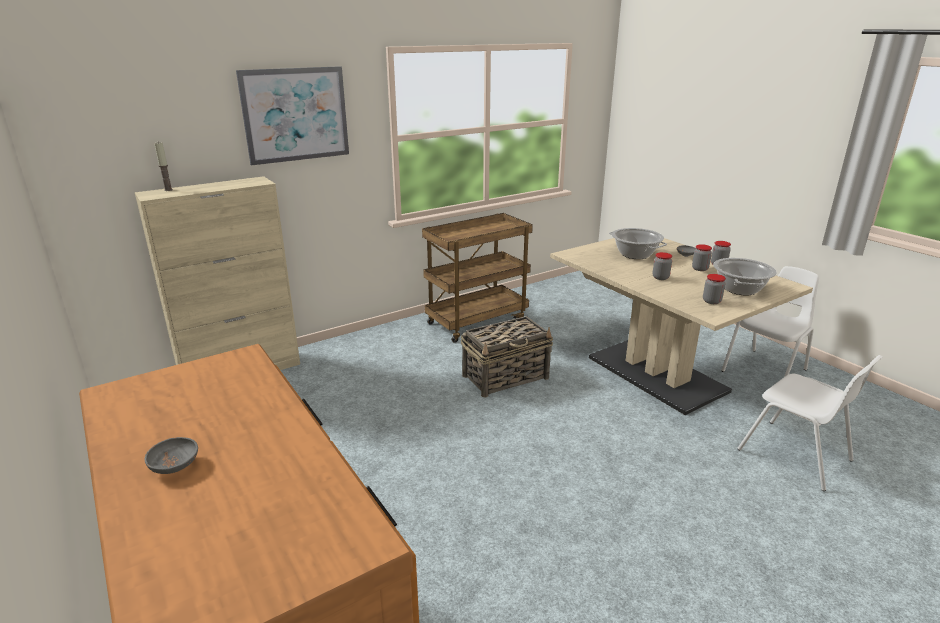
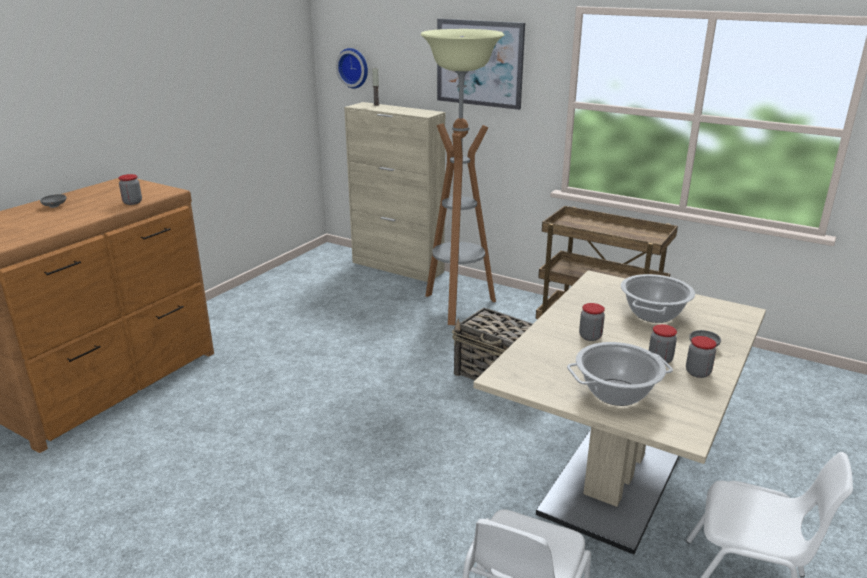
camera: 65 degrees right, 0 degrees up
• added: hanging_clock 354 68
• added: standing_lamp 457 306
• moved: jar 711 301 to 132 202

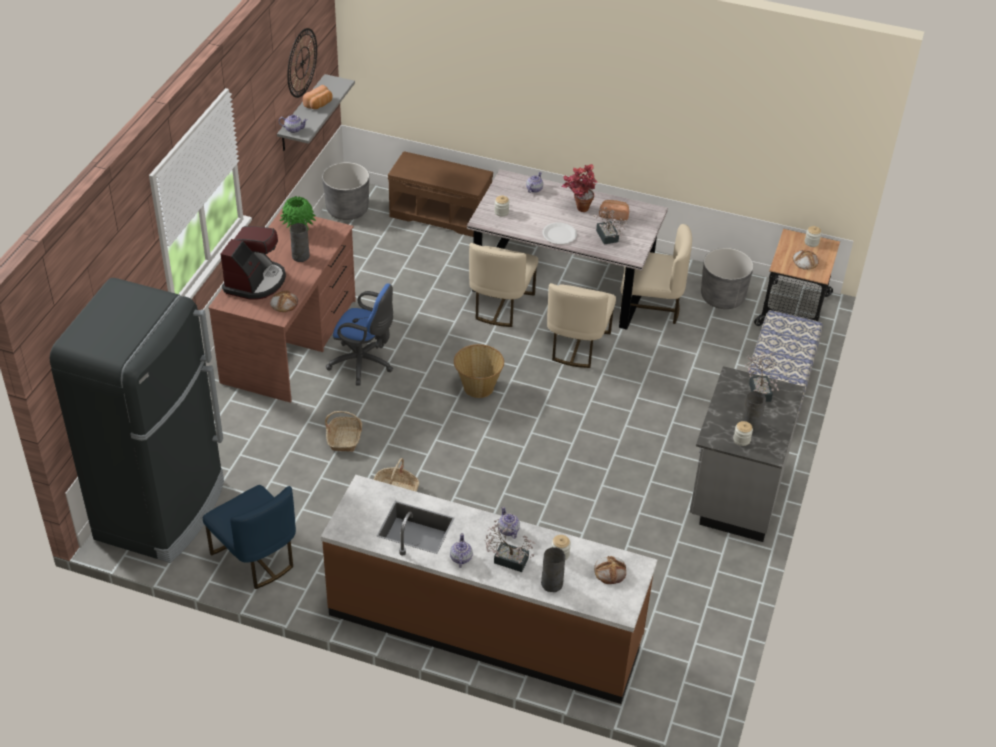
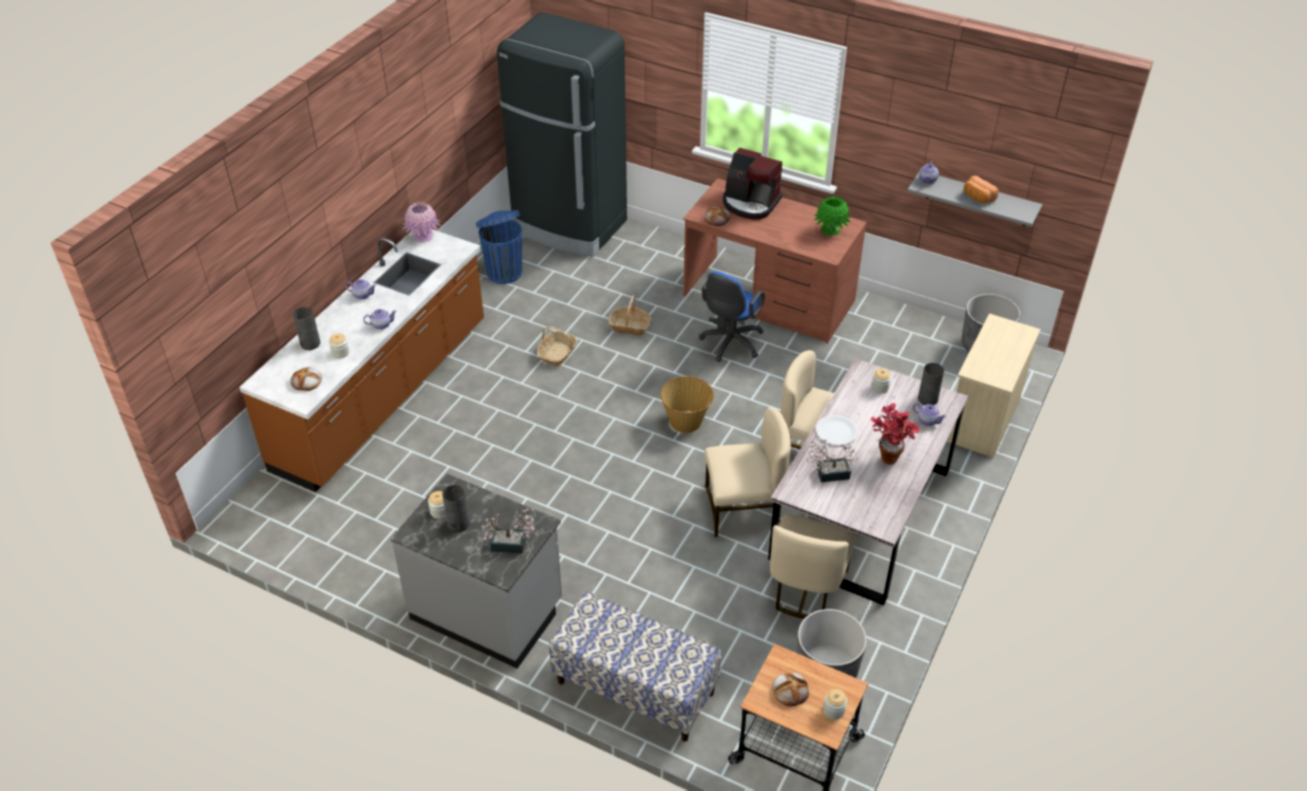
camera: 100 degrees right, 0 degrees up
• removed: hanging_clock 302 63
• removed: potted_plant 507 559
• removed: bakery_bread 614 215
• added: pink-coloured_vase 423 237
• moved: grey_vase 300 256 to 927 399
• replaced: blue_plain_chair 256 558 to blue_rubbish_bin 503 272
• replaced: brownish_bench 441 214 to beige-coloured_drawer_chest 983 419
• turned: beige-coloured_plain_chair 576 345 = 743 508 150 degrees clockwise

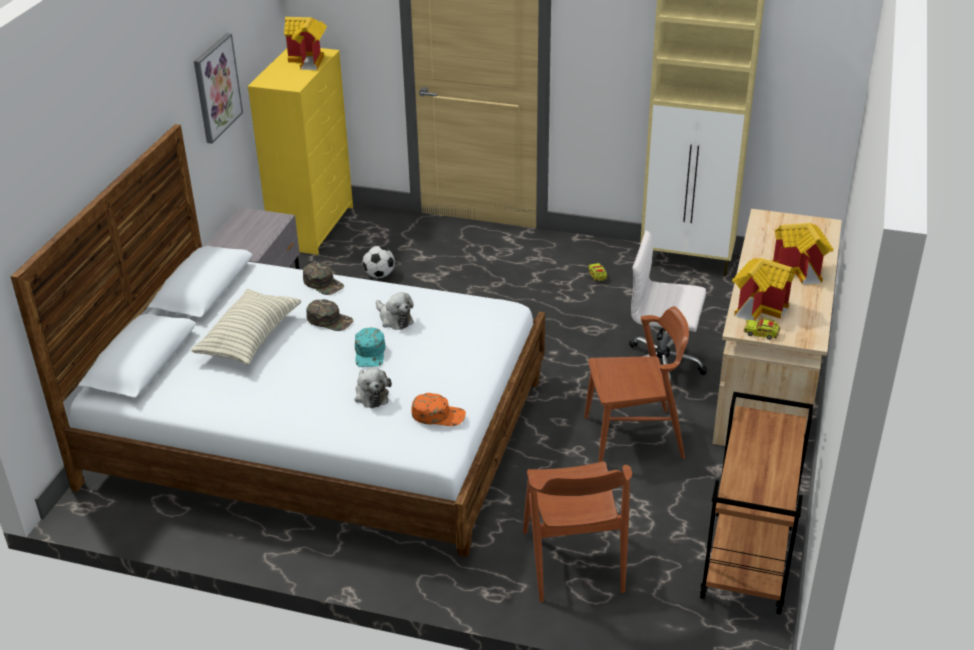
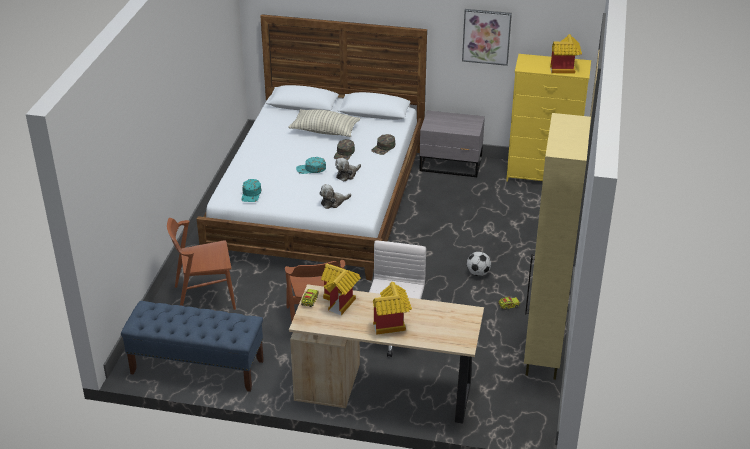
camera: 85 degrees right, 0 degrees up
• moved: cuddly_toy 371 395 to 333 202
• moved: ball_for_football 379 275 to 478 273
• replaced: brownish_wheeled_cart 748 562 to blue_bench 197 367
• recoloured: orange-coloured_baseball_cap 438 415 to turquoise-coloured_baseball_cap 251 194

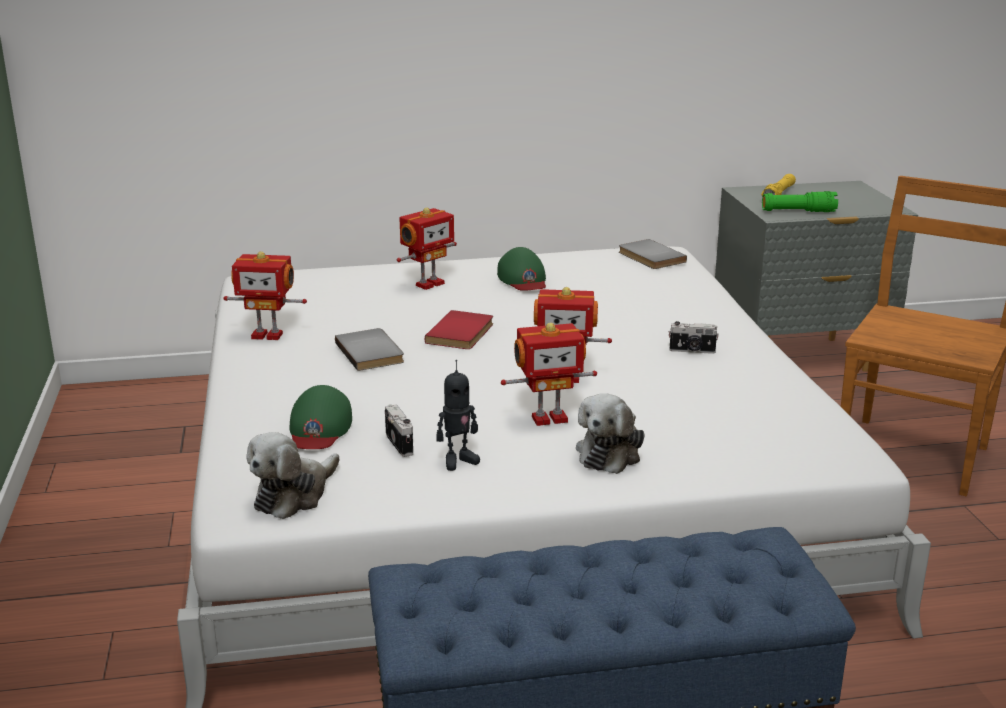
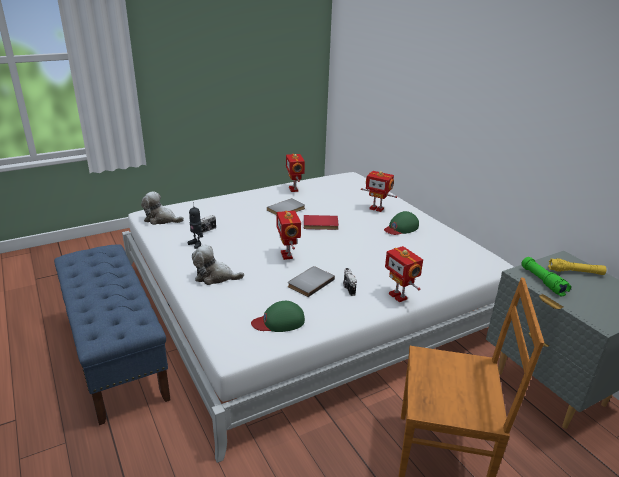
camera: 70 degrees right, 5 degrees up
• moved: green-coloured_baseball_cap 319 428 to 279 321
• moved: robot_figure 549 418 to 399 296
• moved: grey_bound_book 649 257 to 309 282

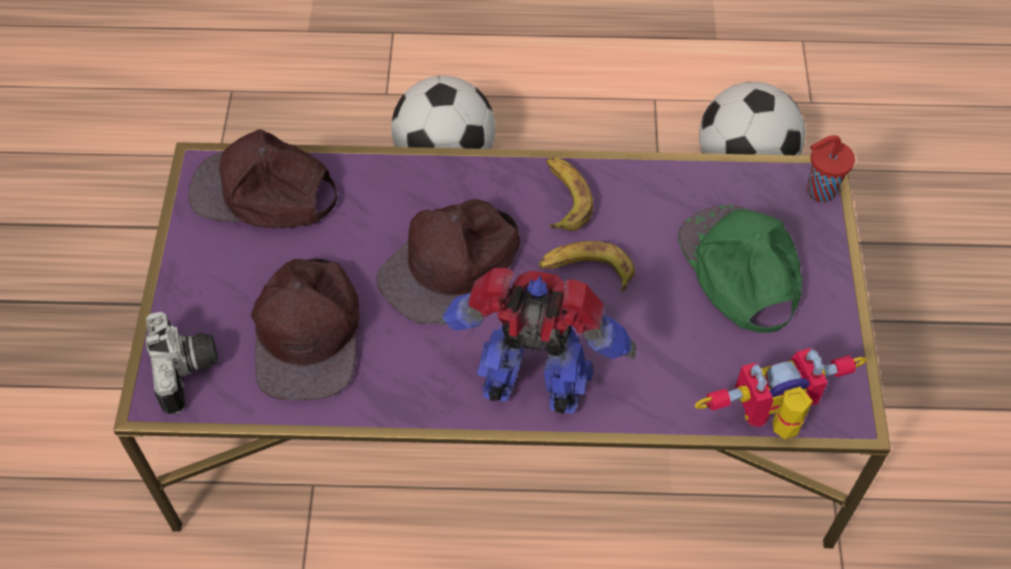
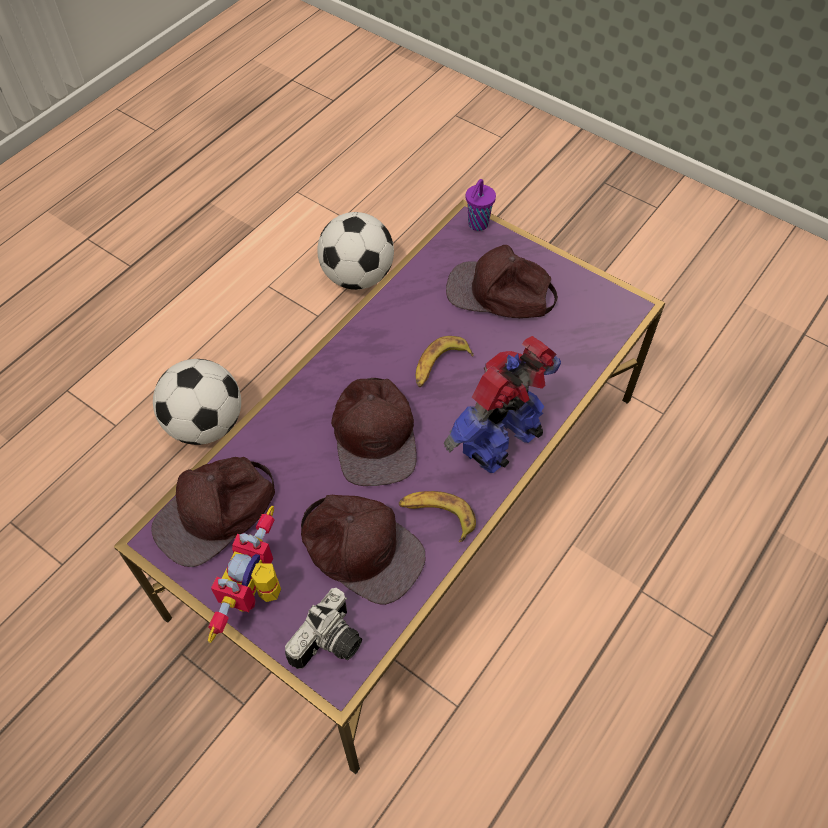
camera: 55 degrees left, 0 degrees up
• moved: banana 563 198 to 437 516
• moved: robot_figure 774 420 to 258 593
• recoloured: green-coloured_baseball_cap 739 270 to brownish_baseball_cap 500 293
• recoloured: red-coloured_drinking_cup 818 191 to purplish_drinking_cup 477 225
• turned: still_camera 189 370 = 331 644 105 degrees clockwise

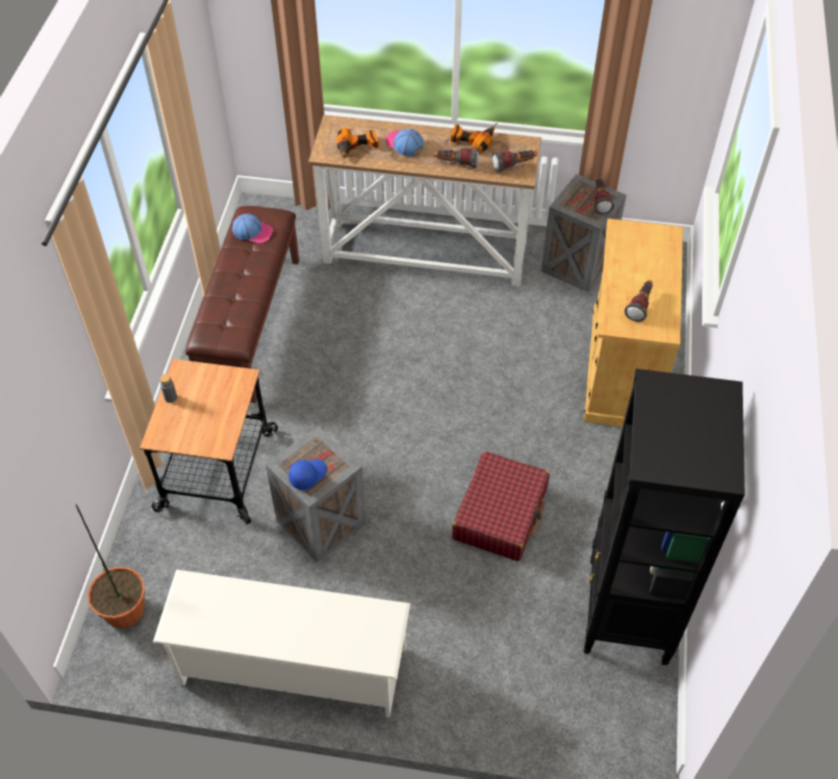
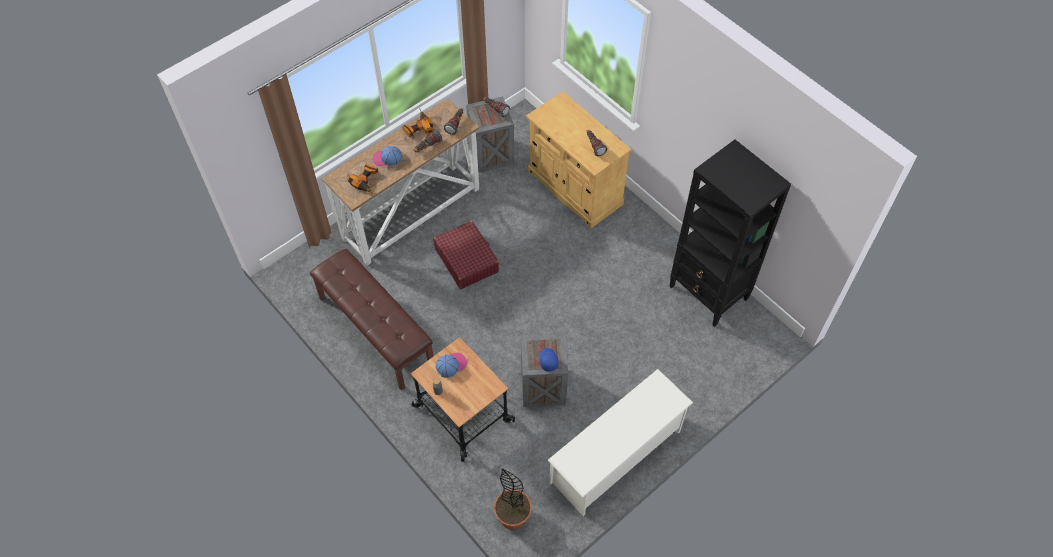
camera: 50 degrees left, 5 degrees up
• moved: baseball_cap 253 232 to 451 365
• moved: red-coloured_piece_of_luggage 500 514 to 466 260

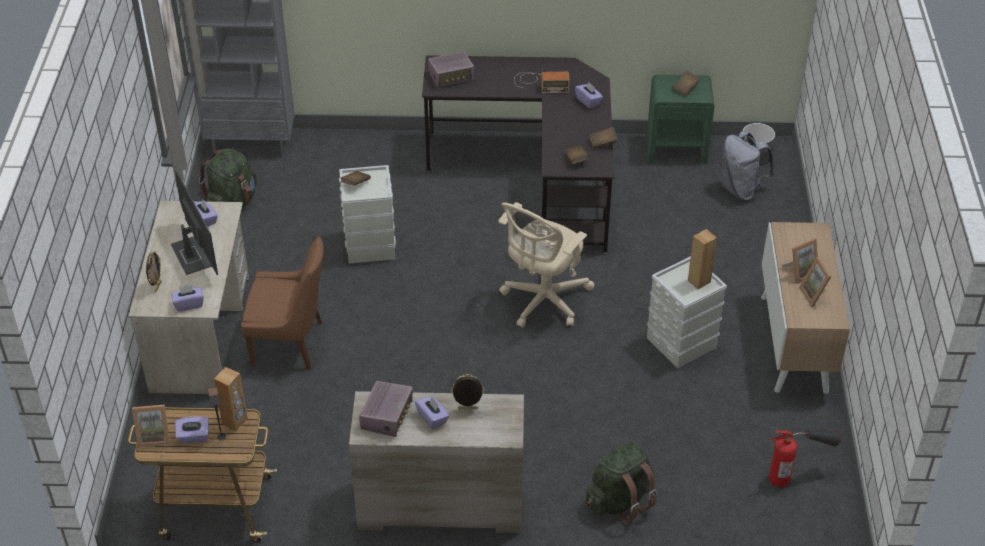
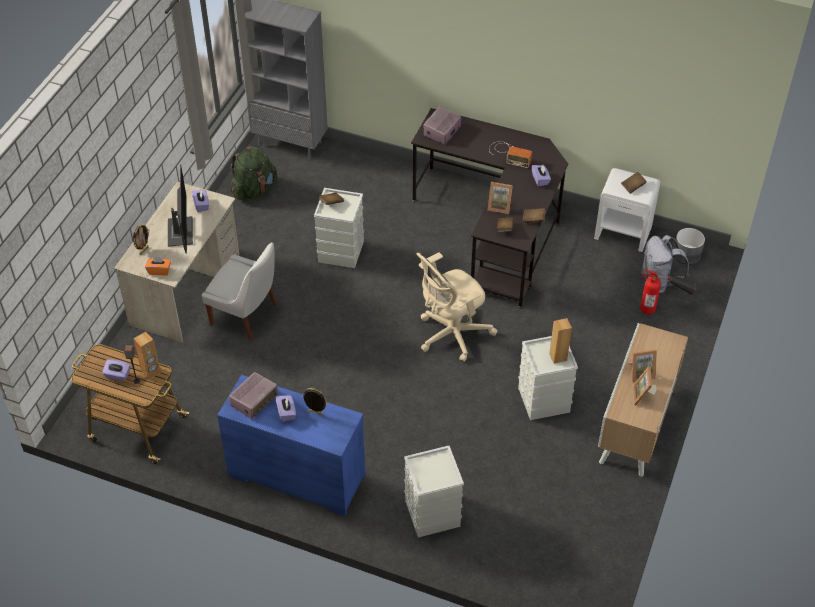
camera: 20 degrees right, 5 degrees up
• moved: photo_frame 154 436 to 499 206
• moved: fire_extinguisher 797 474 to 662 309
• replaced: green-coloured_backpack 620 501 to grey_storage_box 432 514
• recoloured: purplish_box_of_tissues 189 304 to orange-coloured_box_of_tissues 159 270
• recoloured: brownish_plain_chair 291 344 to white-coloured_plain_chair 246 316
• recoloured: beige-coloured_drawer_chest 440 506 to blue_drawer_chest 296 476
• recoloured: green-coloured_bedside_table 677 149 to white-coloured_bedside_table 623 233
• turned: radio 451 77 = 441 131 120 degrees clockwise

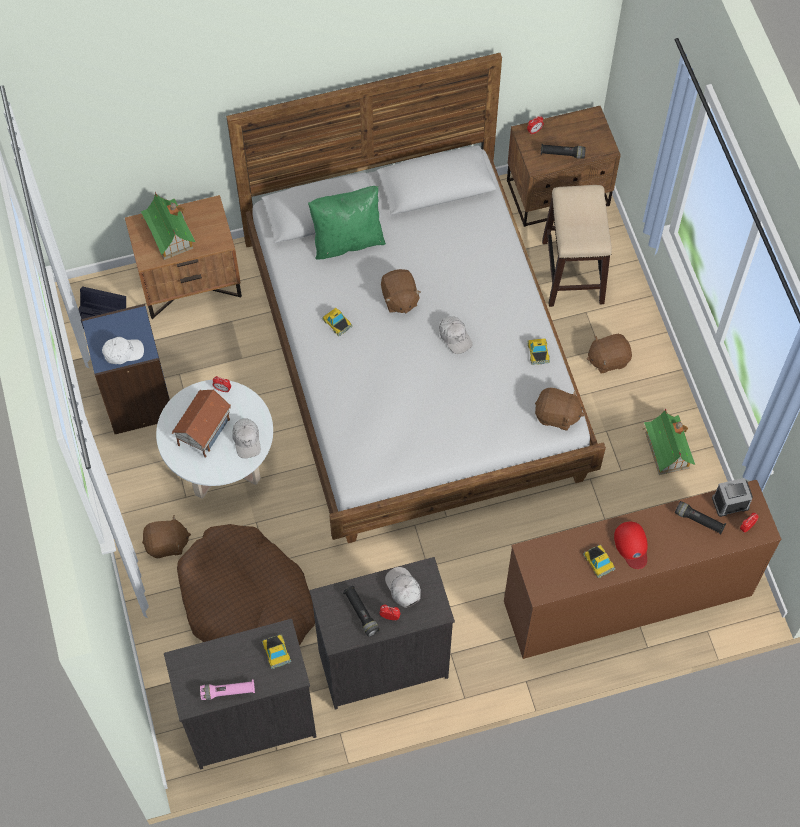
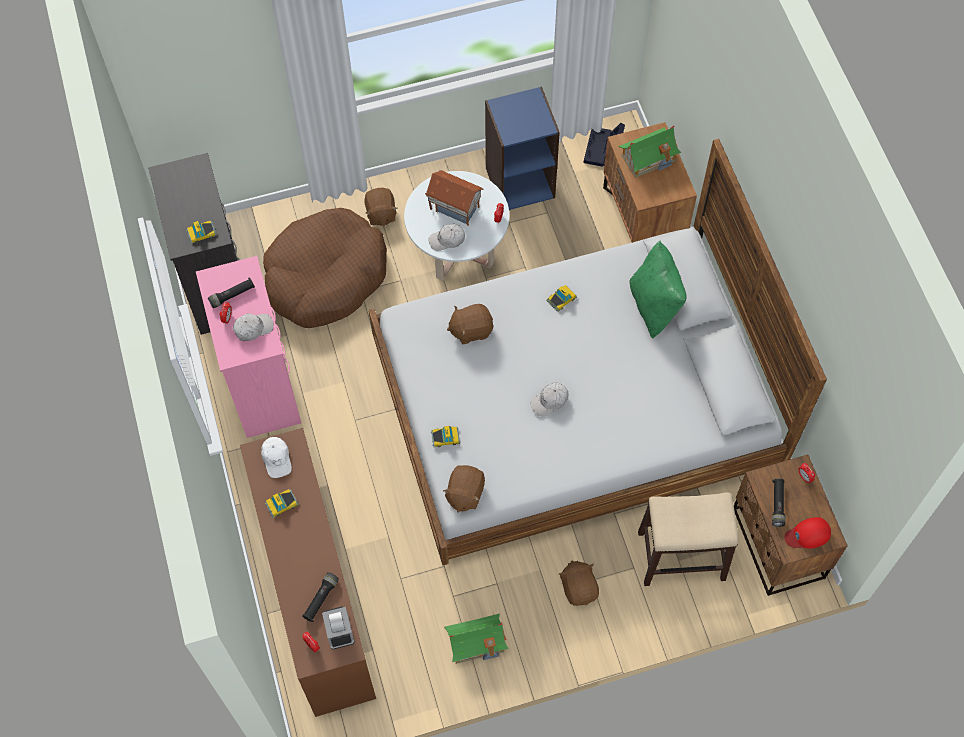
camera: 90 degrees right, 0 degrees up
• removed: pink-coloured_torch 228 692
• moved: white-coloured_baseball_cap 123 352 to 277 459
• moved: brownish_cuddly_toy 399 299 to 471 329
• moved: model_car 538 352 to 445 437
• moved: red-coloured_baseball_cap 631 545 to 808 534
• recoloured: black-coloured_drawer_chest 381 664 to pink-coloured_drawer_chest 263 384

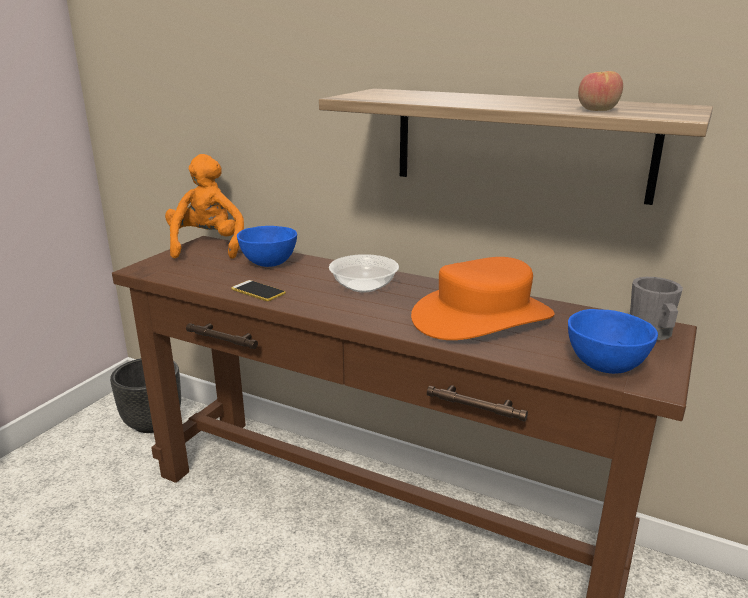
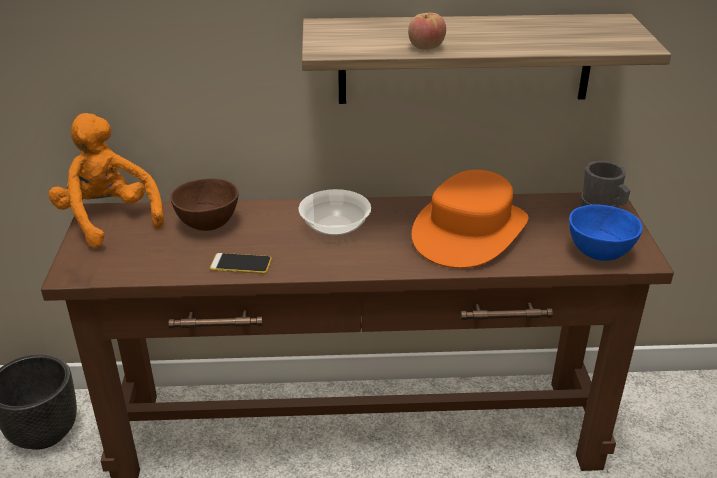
camera: 30 degrees left, 10 degrees up
• moved: apple 597 110 to 425 47
• recoloured: blue_serving_bowl 268 263 to brownish_serving_bowl 207 224

